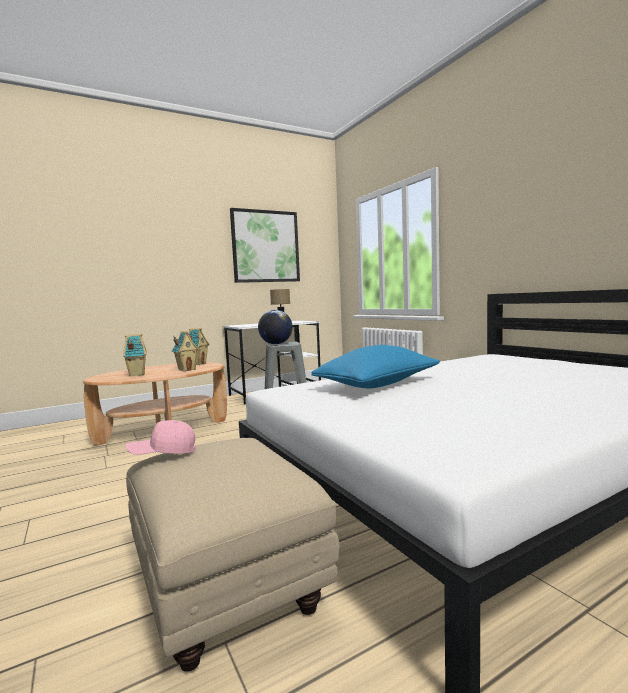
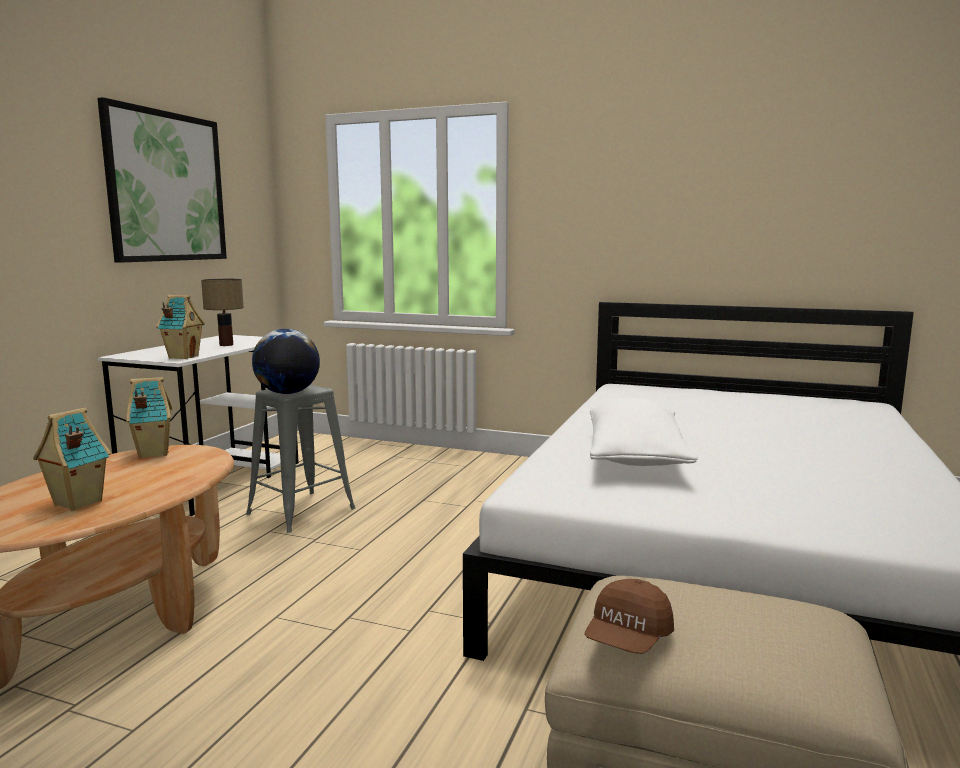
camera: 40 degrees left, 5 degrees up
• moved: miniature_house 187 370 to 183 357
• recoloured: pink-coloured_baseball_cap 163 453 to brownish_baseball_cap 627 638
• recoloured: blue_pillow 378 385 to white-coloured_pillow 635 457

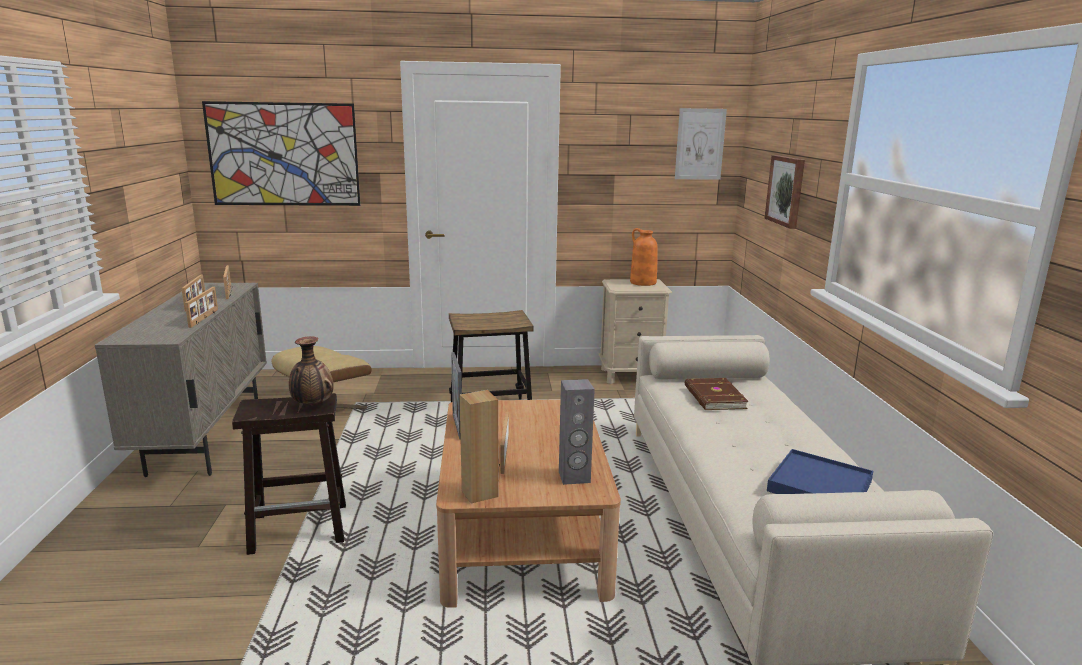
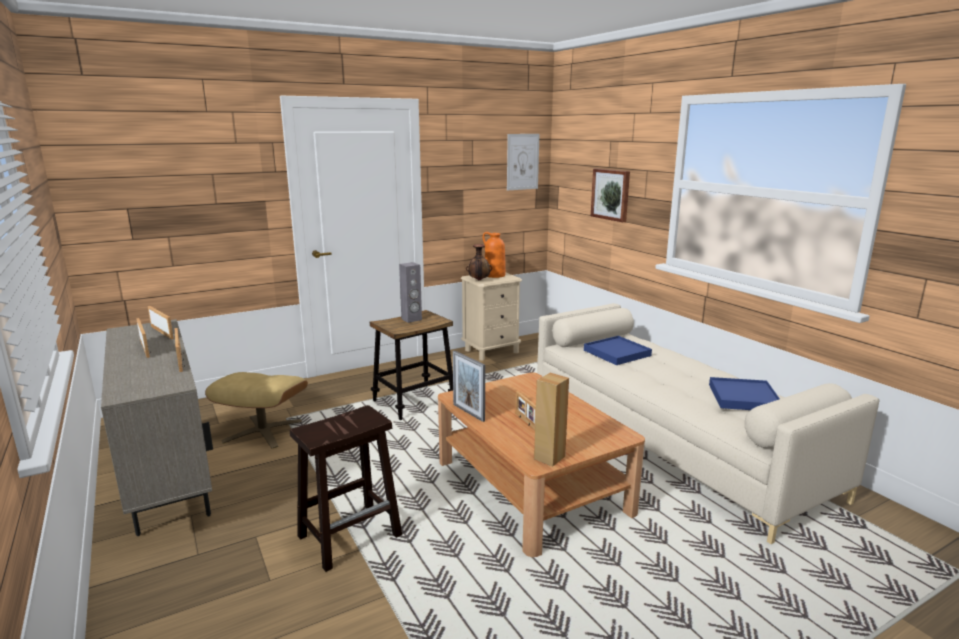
camera: 25 degrees left, 0 degrees up
• removed: wall_art 283 154
• moved: vase 312 405 to 479 280
• moved: grey_loudspeaker 574 477 to 411 319
• replaced: brownish_bound_book 713 397 to blue_serving_tray 617 353

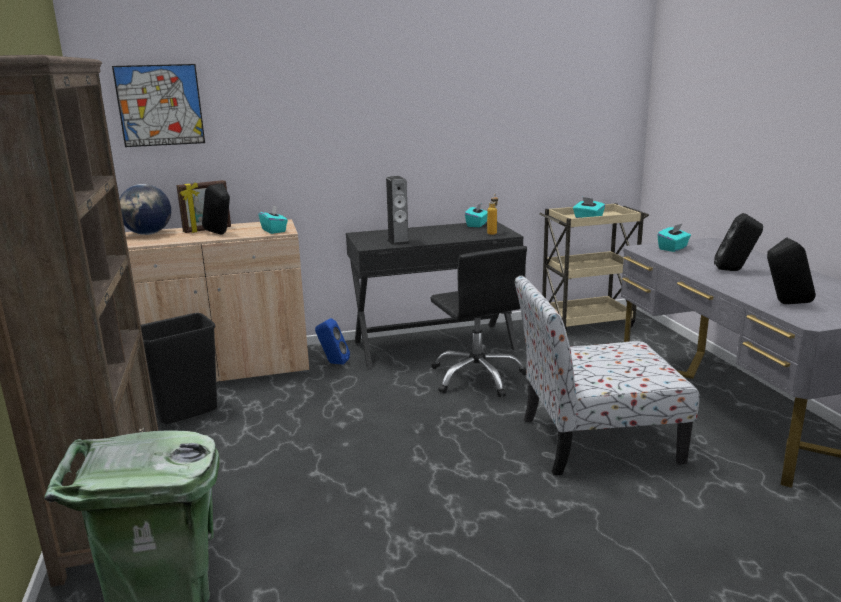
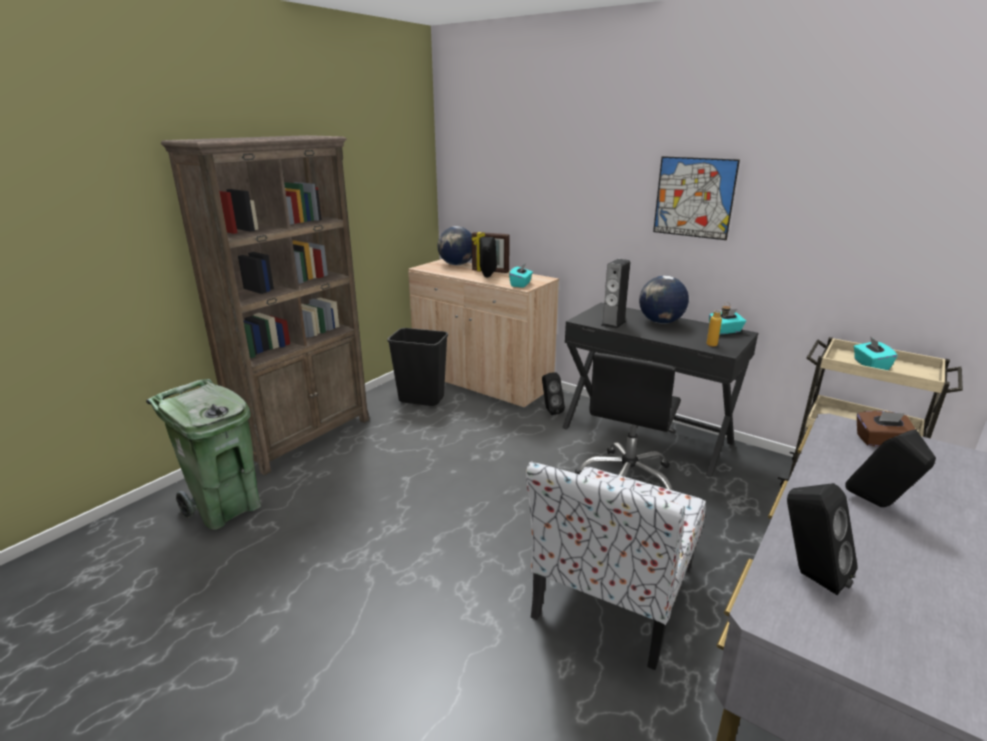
camera: 50 degrees right, 5 degrees up
• added: desk_globe 660 322
• moved: wall_art 160 105 to 694 197
• recoloured: blue_loudspeaker 333 363 to black-coloured_loudspeaker 550 411
• recoloured: turquoise-coloured_box_of_tissues 673 248 to brownish_box_of_tissues 881 442
• turned: plain_chair 595 440 = 612 594 105 degrees counterclockwise

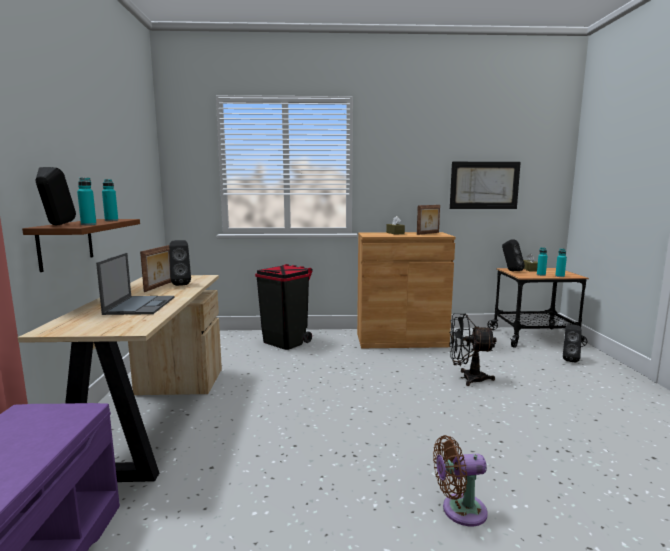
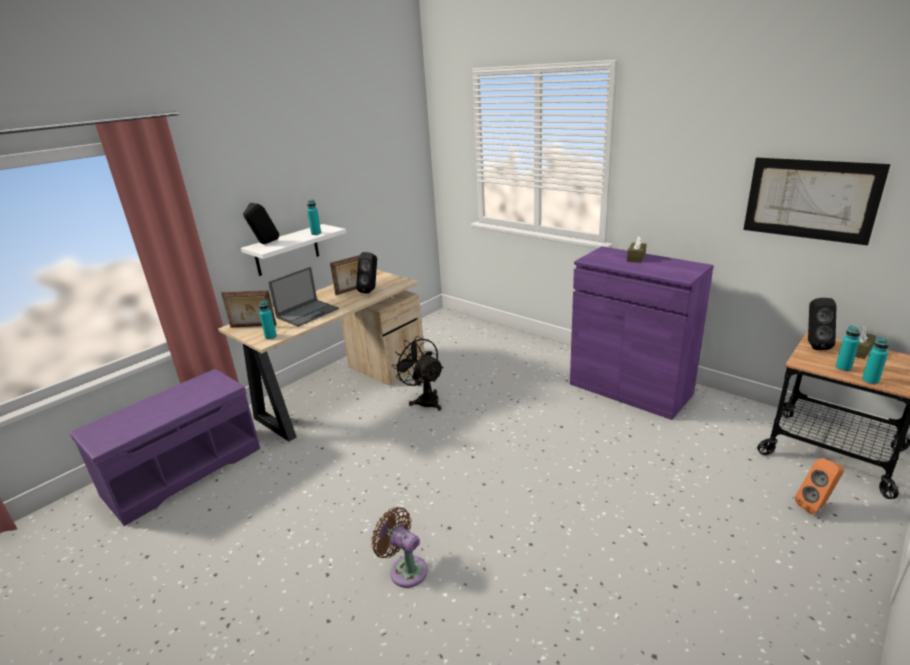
camera: 45 degrees right, 15 degrees up
• removed: black-coloured_rubbish_bin 285 341
• moved: turquoise-coloured_drink_bottle 88 224 to 271 337
• moved: photo_frame 428 233 to 253 326
• moved: black-coloured_electric_fan 467 378 to 424 400
• recoloured: brownish_wall_shelf 66 243 to white-coloured_wall_shelf 287 250
• recoloured: brownish_cupboard 401 340 to purplish_cupboard 630 389
• recoloured: black-coloured_loudspeaker 569 359 to orange-coloured_loudspeaker 815 506

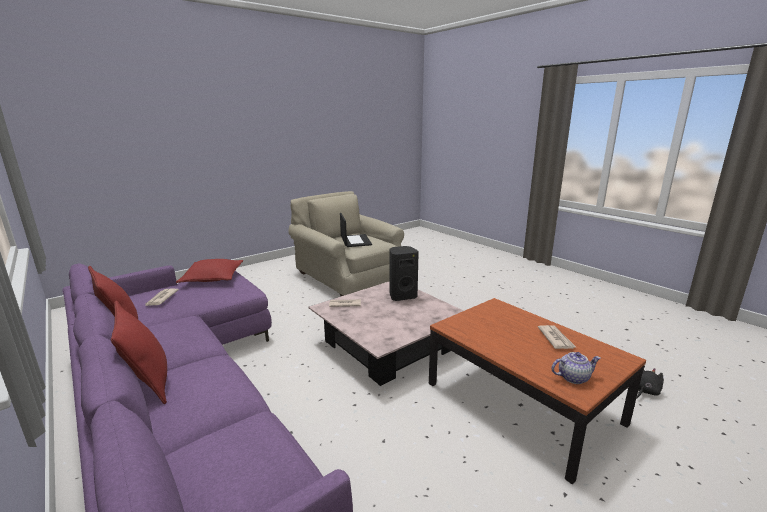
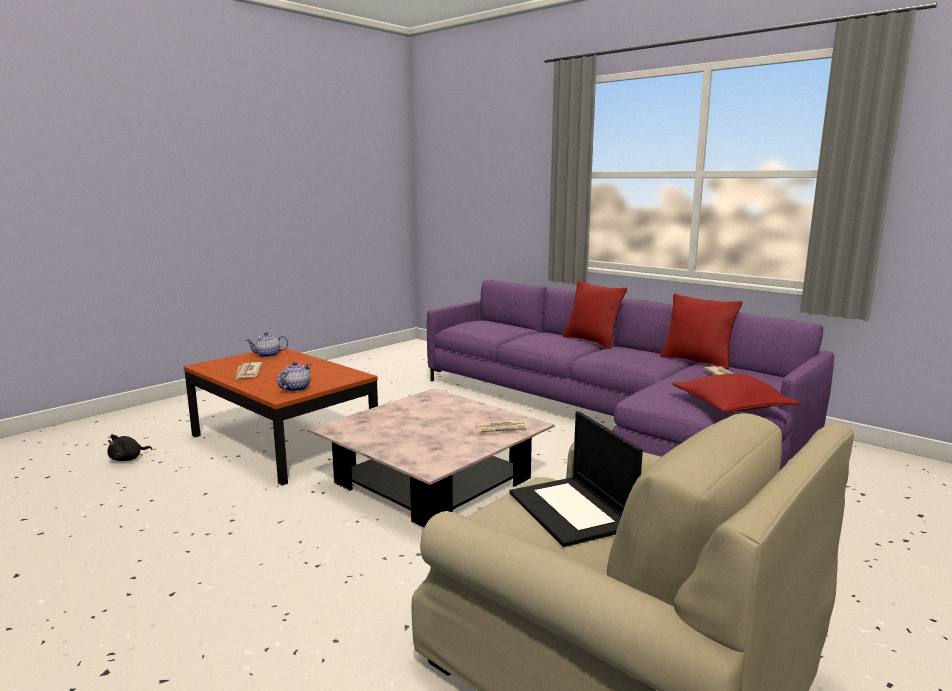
camera: 170 degrees right, 5 degrees down
• removed: black-coloured_loudspeaker 402 296
• added: tea_pot 296 388

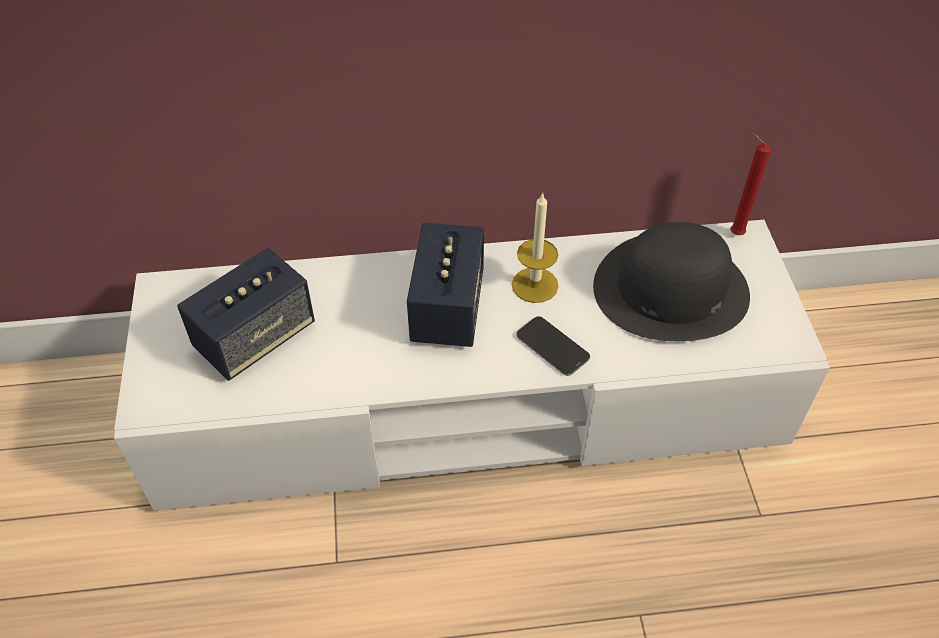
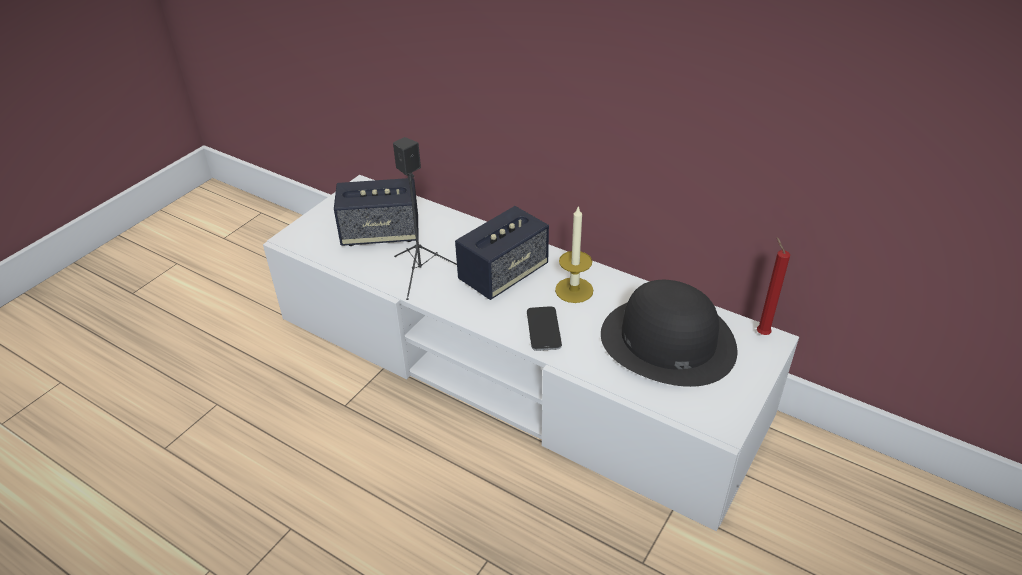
camera: 40 degrees right, 10 degrees down
• added: black-coloured_loudspeaker 421 273

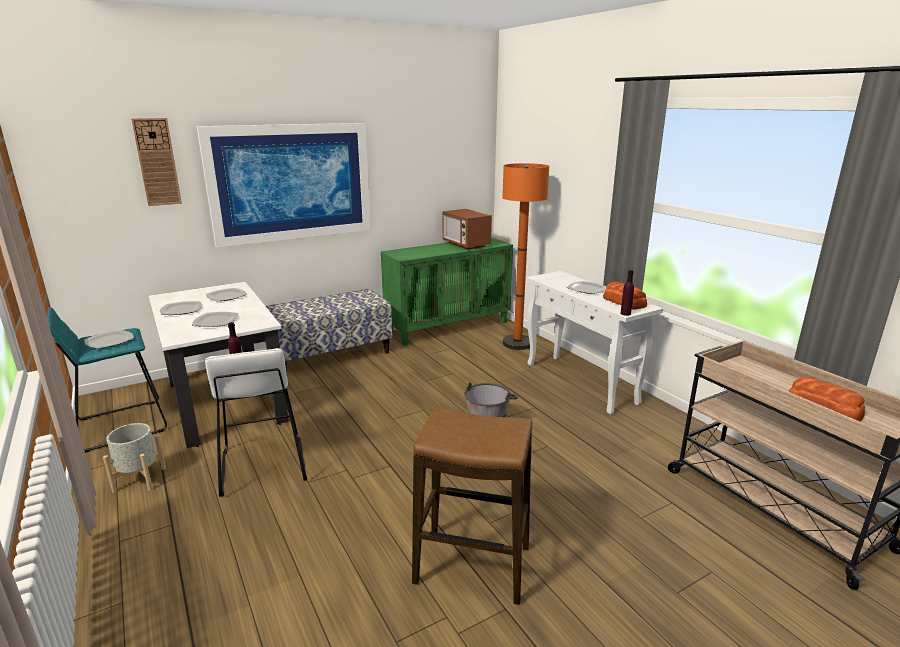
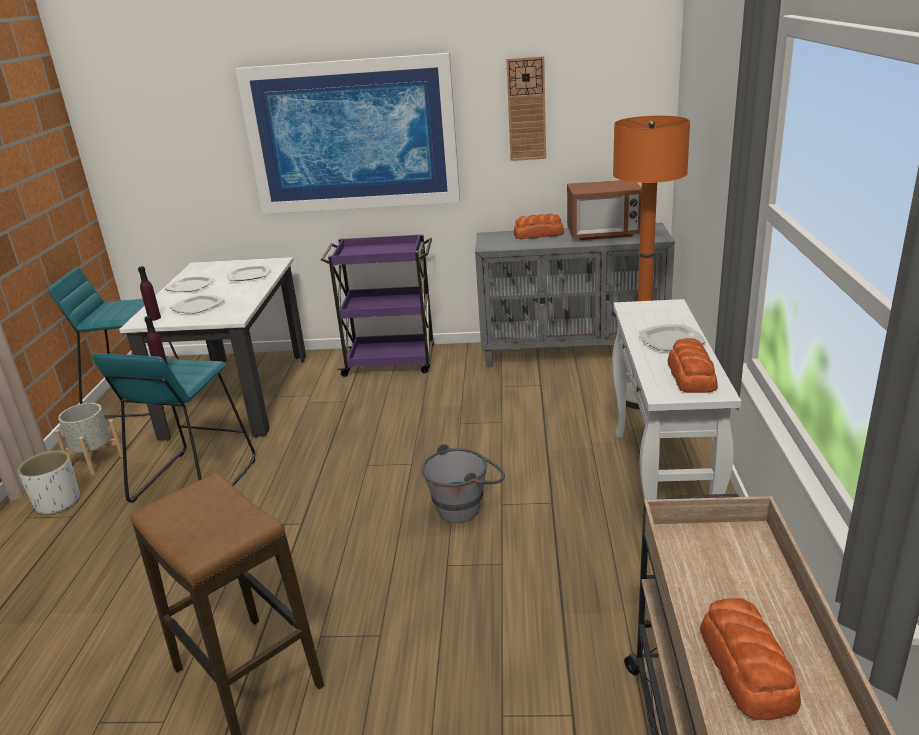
camera: 35 degrees right, 5 degrees up
• removed: dinner_plate 110 341
• added: white-coloured_planter 58 502
• added: bakery_bread 539 234
• moved: hanging_clock 157 162 to 526 109
• moved: purplish_drink_bottle 625 313 to 154 318
• replaced: bench 330 355 to purplish_wheeled_cart 391 362
• recoloured: white-coloured_stool 262 466 to turquoise-coloured_stool 194 480
• recoloured: green-coloured_cupboard 448 327 to grey_cupboard 573 351
• turned: microwave 466 244 = 603 234 90 degrees counterclockwise

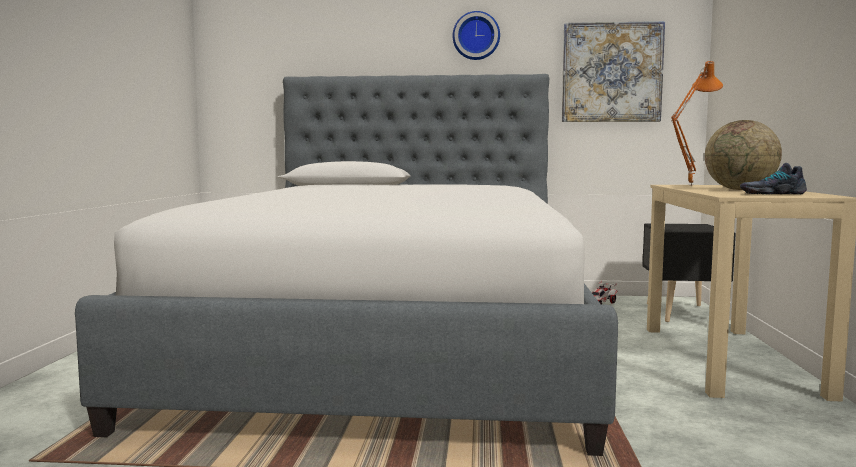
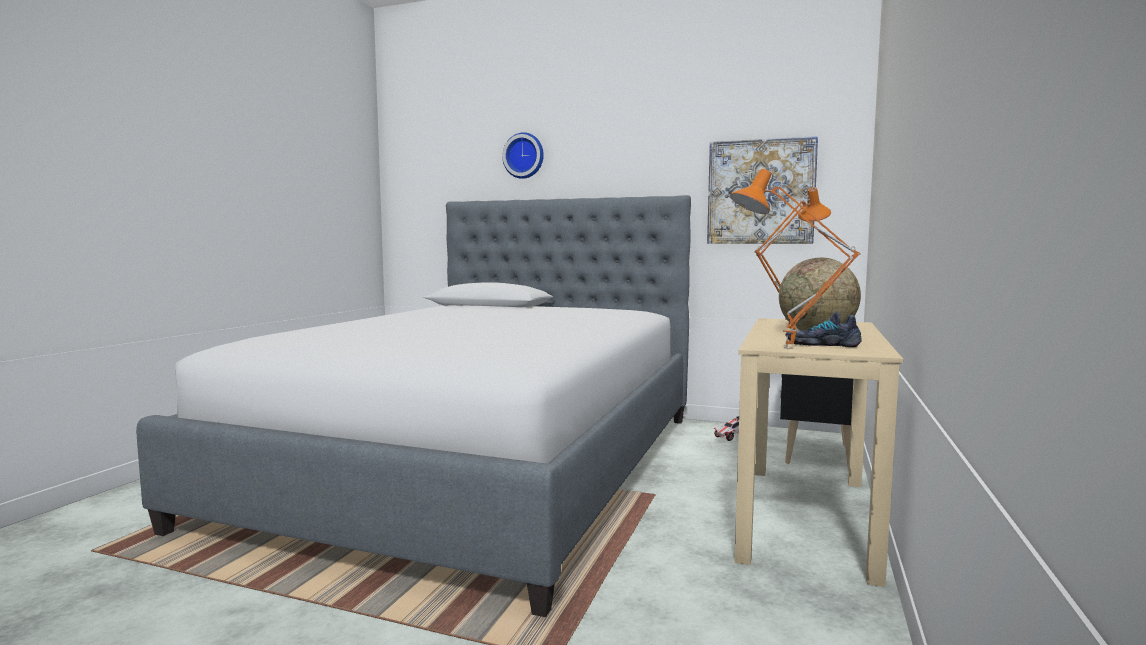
camera: 15 degrees right, 0 degrees up
• added: orange-coloured_tabletop_lamp 788 349
• moved: hanging_clock 476 36 to 524 156

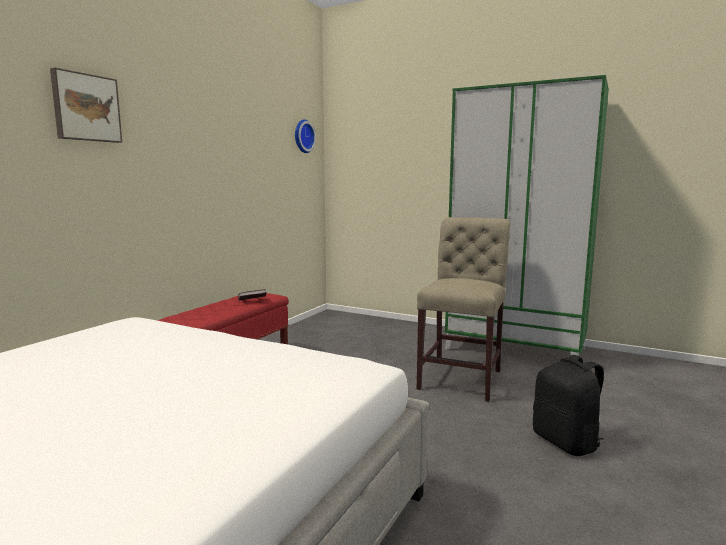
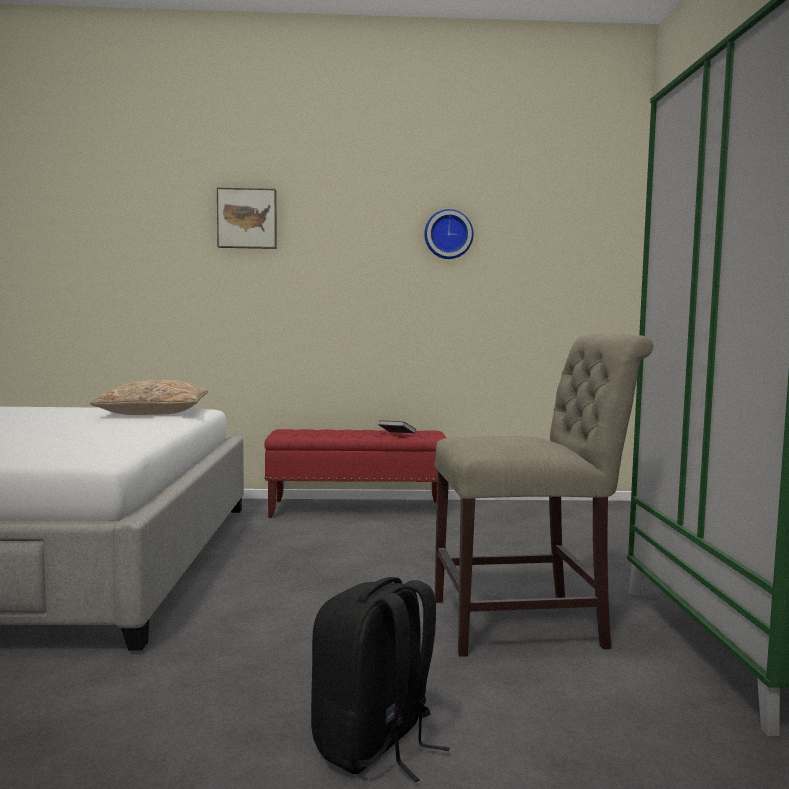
camera: 60 degrees right, 5 degrees down
• added: beige-coloured_pillow 154 412
• moved: hanging_clock 302 136 to 448 234

